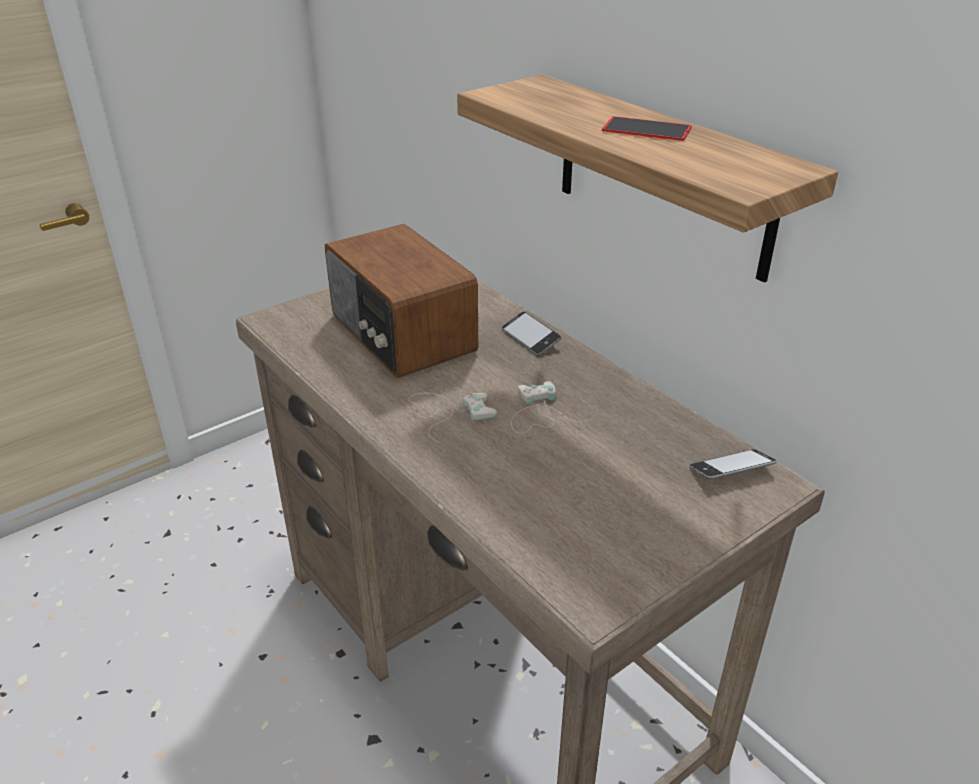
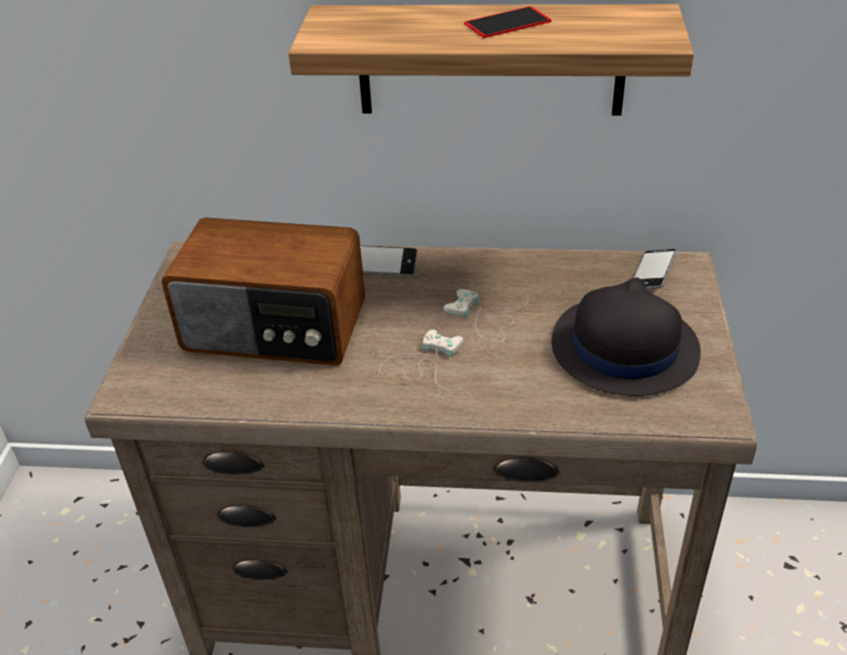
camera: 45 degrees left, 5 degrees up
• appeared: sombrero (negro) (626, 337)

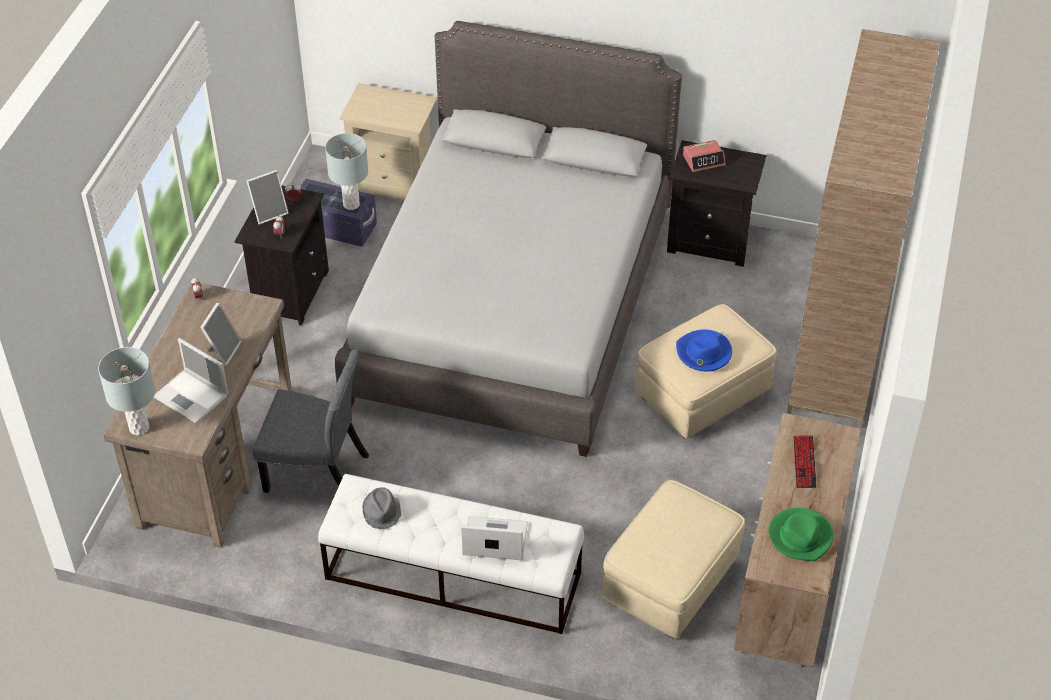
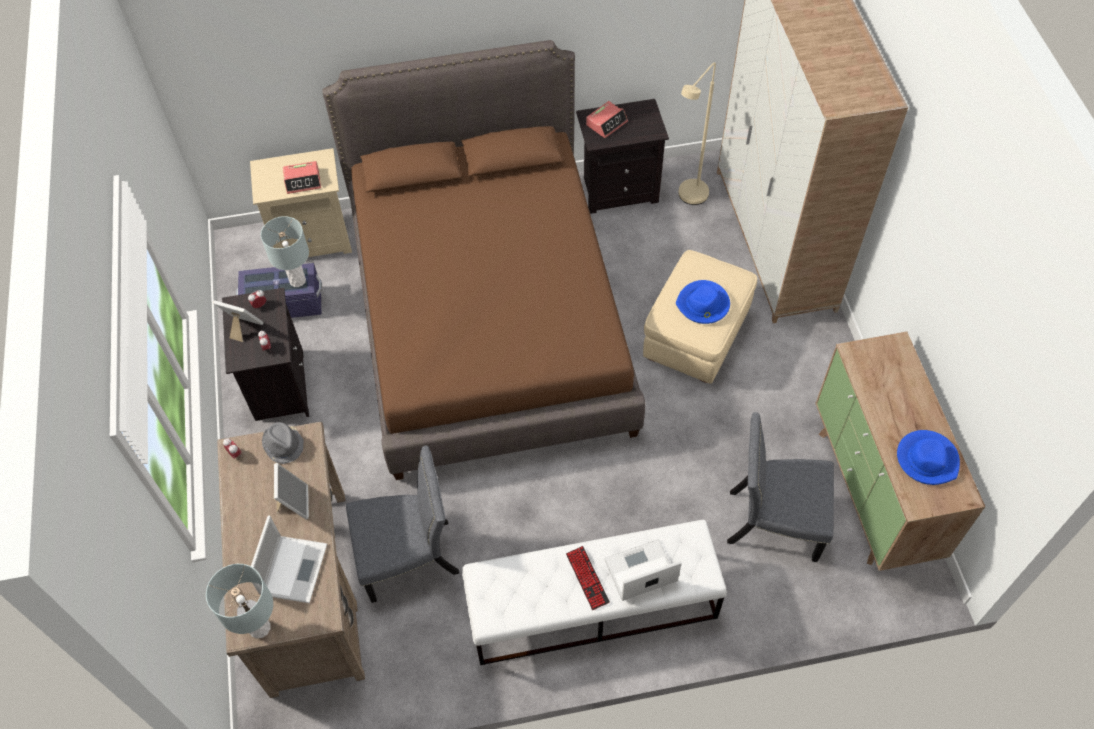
camera: 25 degrees left, 10 degrees up
• appeared: despertador (302, 177)
• appeared: lámpara de pie (beis) (697, 133)
• relocated: sombrero (gris) (381, 508) to (283, 443)
• relocated: teclado (805, 461) to (588, 578)
• exchanged: puf (beis) (673, 559) to silla (gris) (780, 487)
• colour: cama (gris) (508, 239) to cama (marrón) (483, 260)
• colour: sombrero (verde) (801, 534) to sombrero (azul) (928, 457)
• spun: portátil (191, 381) = (289, 559) 90 degrees counterclockwise
• spun: portarretratos (268, 197) = (238, 321) 105 degrees counterclockwise

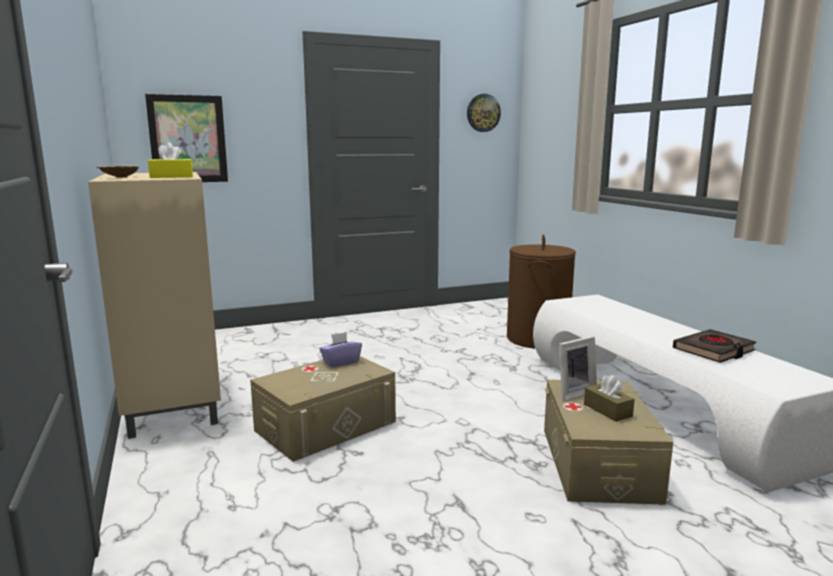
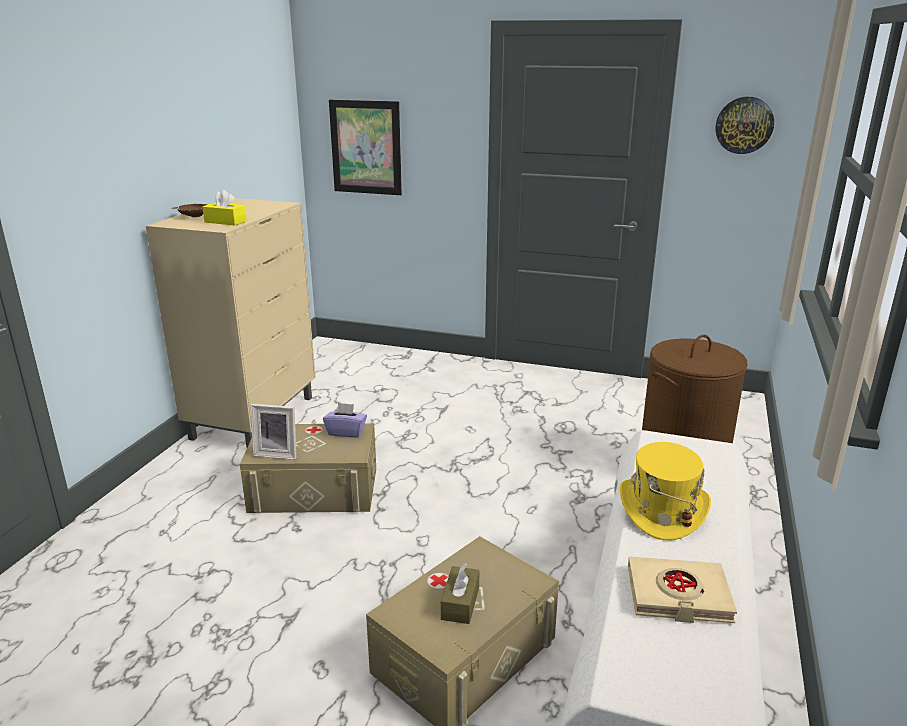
camera: 40 degrees right, 10 degrees up
• appeared: sombrero (amarillo) (665, 491)
• relocated: portarretratos (578, 368) to (273, 432)
• colour: libro (negro) (714, 346) to libro (beis) (682, 589)

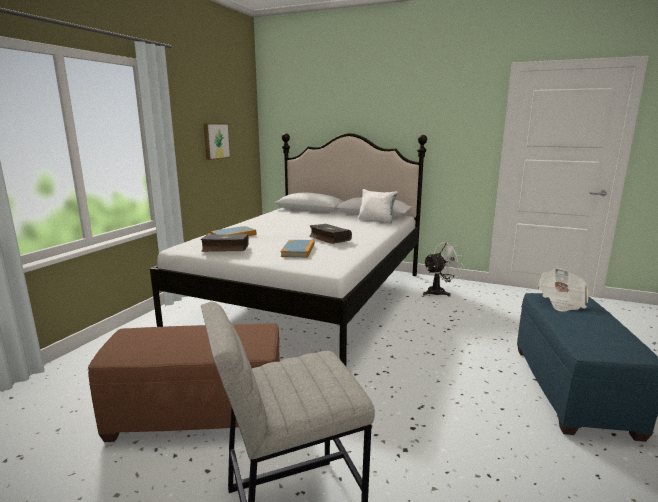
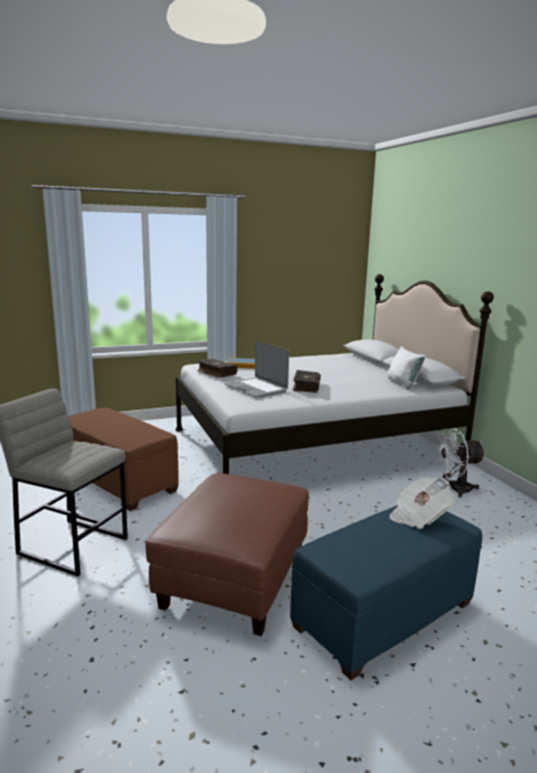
camera: 45 degrees right, 0 degrees up
• missing: cuadro (217, 141)
• appeared: puf (marrón) (227, 554)
• exchanged: libro (297, 249) to portátil (257, 369)
• spun: ventilador (blanco) (443, 269) = (460, 463) 150 degrees clockwise

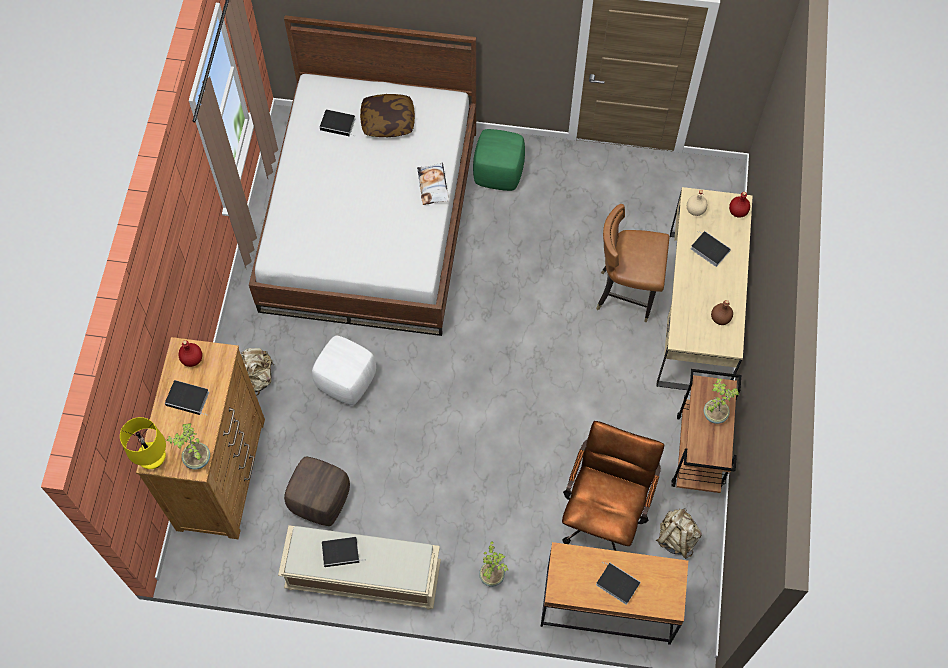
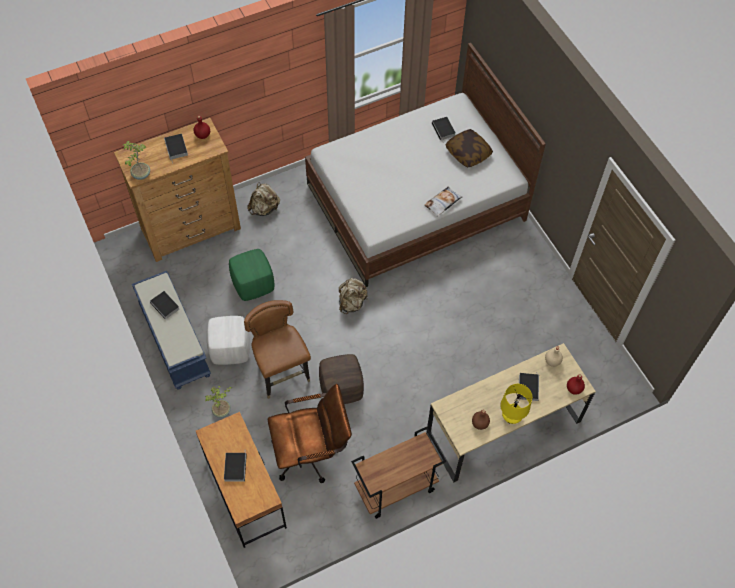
camera: 55 degrees right, 5 degrees down
• missing: planta en maceta (721, 401)
• relocated: lámpara de mesa (amarillo) (143, 443) to (516, 404)
• relocated: puf (marrón) (317, 491) to (341, 379)
• relocated: puf (blanco) (344, 370) to (228, 340)
• relocated: puf (verde) (499, 160) to (251, 275)
• relocated: silla (marrón) (632, 263) to (277, 349)
• relocated: mochila (beis) (679, 534) to (353, 296)
• colour: banco (beis) (359, 567) to banco (azul) (171, 330)

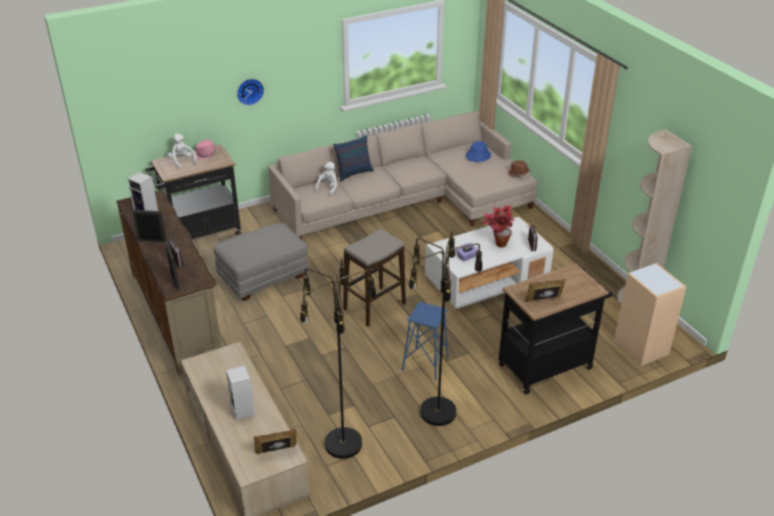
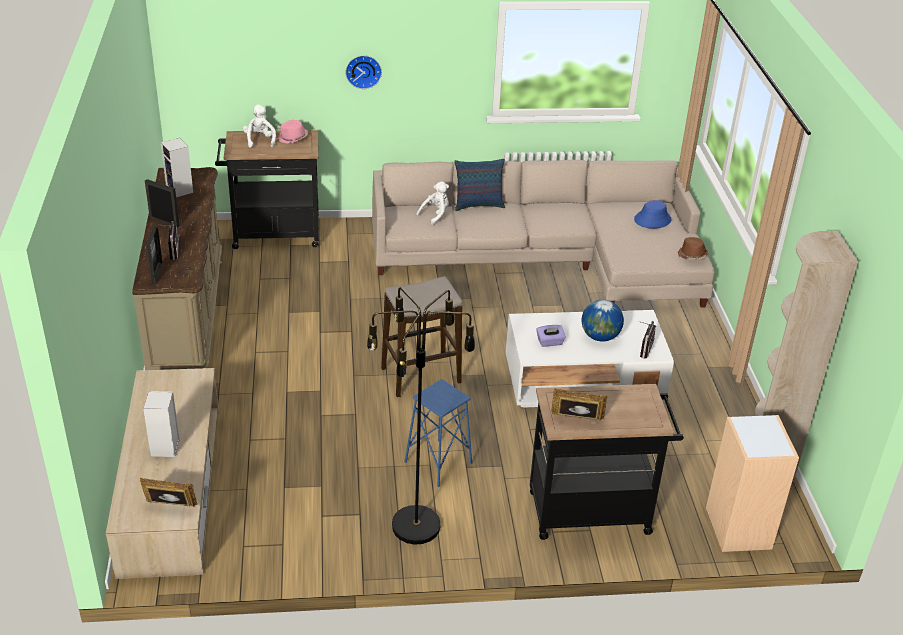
camera: 20 degrees right, 0 degrees up
• missing: puf (gris) (261, 262)
• missing: lámpara de pie (338, 358)
• exchanged: planta en maceta (498, 226) to globo terráqueo (603, 320)

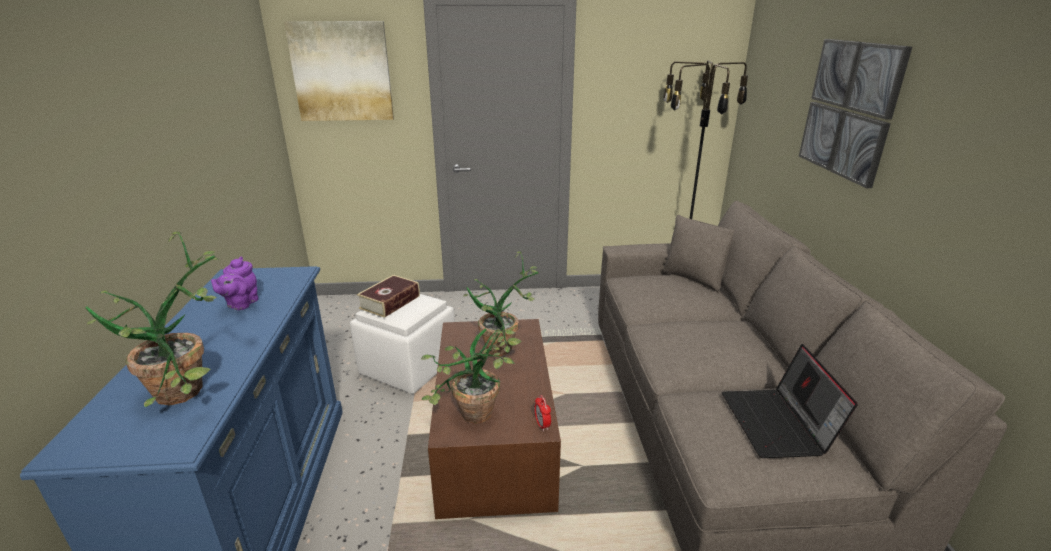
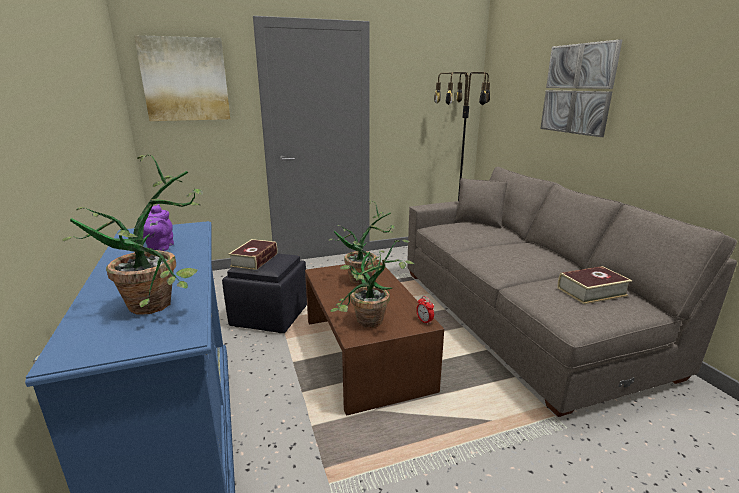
camera: 15 degrees left, 5 degrees down
• exchanged: portátil (790, 401) to libro (594, 285)
• colour: puf (blanco) (402, 344) to puf (negro) (264, 293)

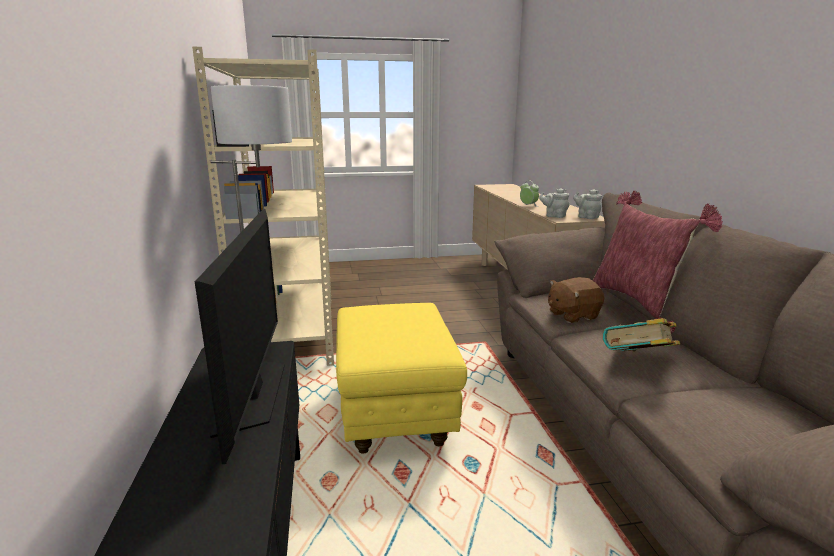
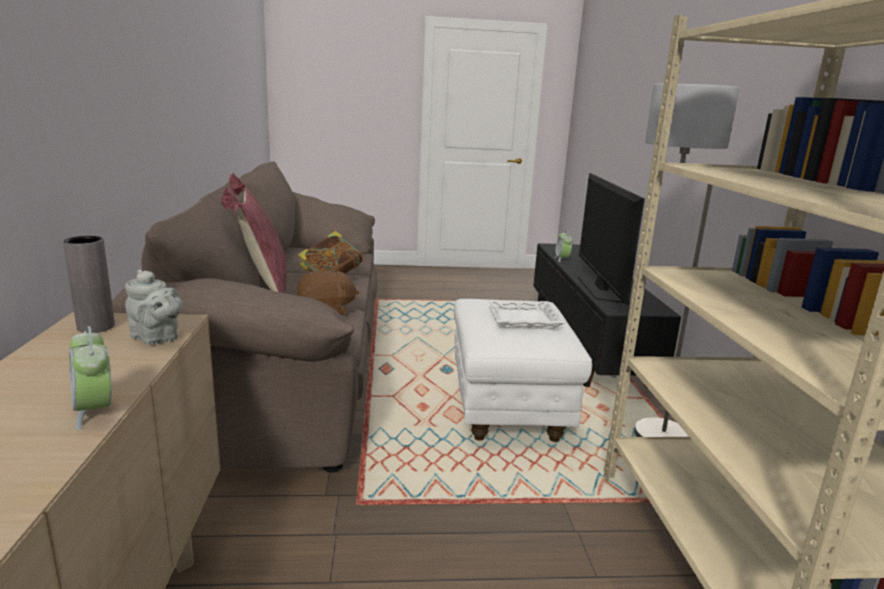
camera: 175 degrees left, 0 degrees up
• appeared: bandeja (blanco) (526, 314)
• appeared: despertador (564, 246)
• exchanged: tetera (gris) (587, 204) to florero (gris) (89, 284)
• colour: puf (amarillo) (401, 378) to puf (blanco) (523, 370)

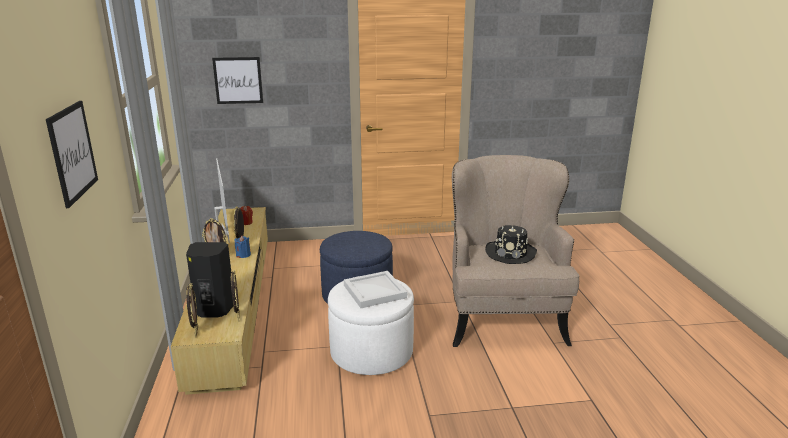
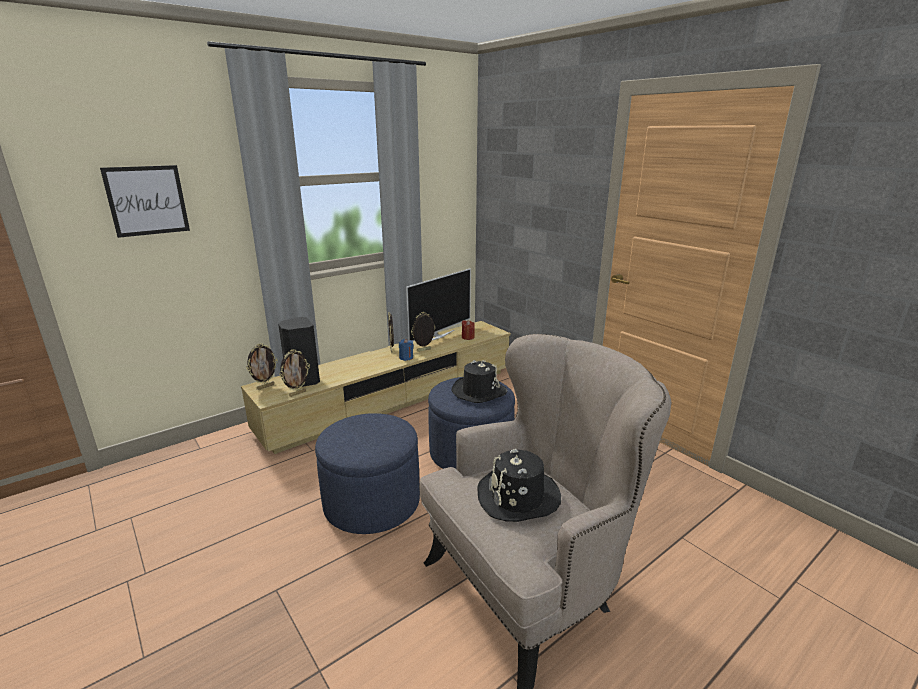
camera: 60 degrees right, 0 degrees up
• missing: cuadro (237, 80)
• missing: bandeja (blanco) (375, 289)
• appeared: sombrero (negro) (479, 381)
• colour: puf (blanco) (371, 325) to puf (azul) (367, 473)

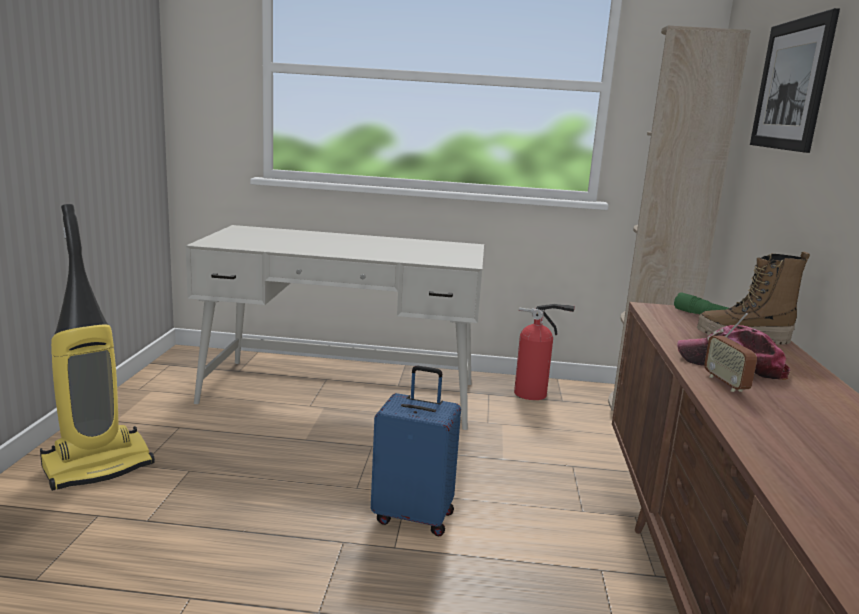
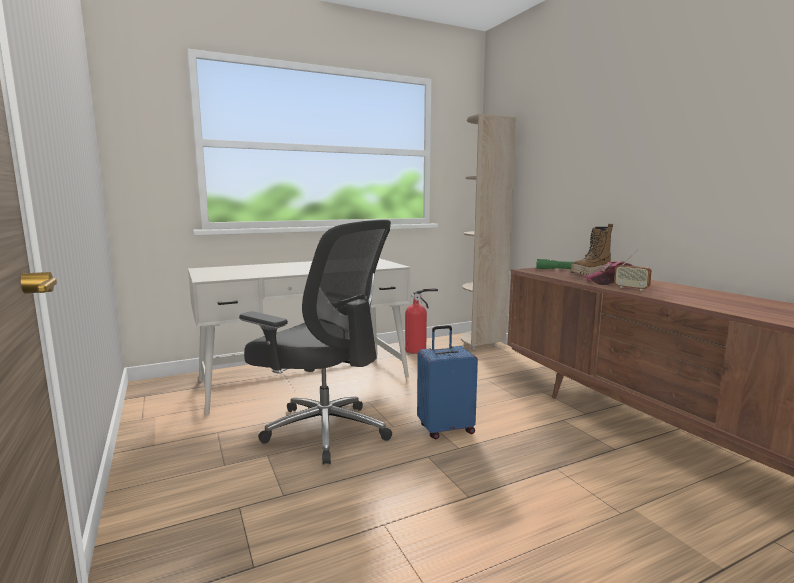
camera: 30 degrees left, 5 degrees down
• missing: aspiradora (97, 347)
• missing: cuadro (795, 80)
• appeared: silla de oficina (315, 342)

